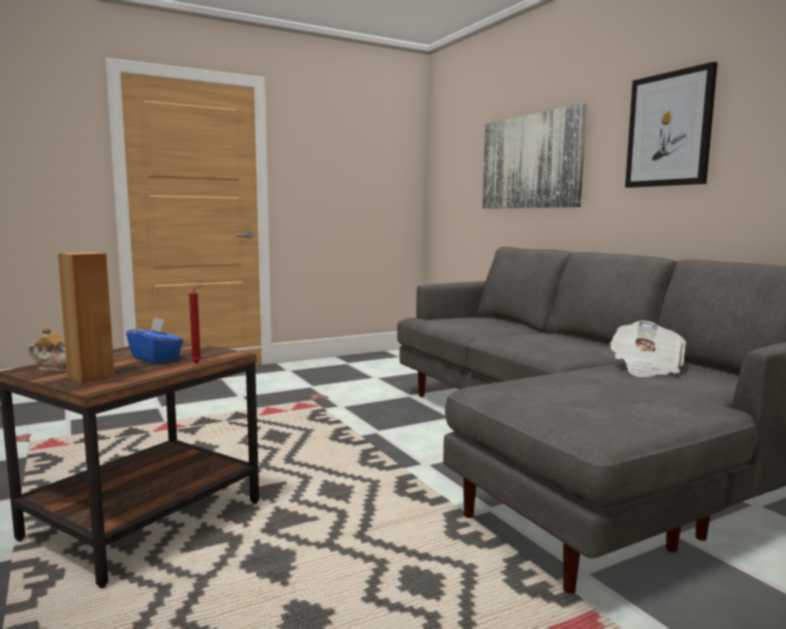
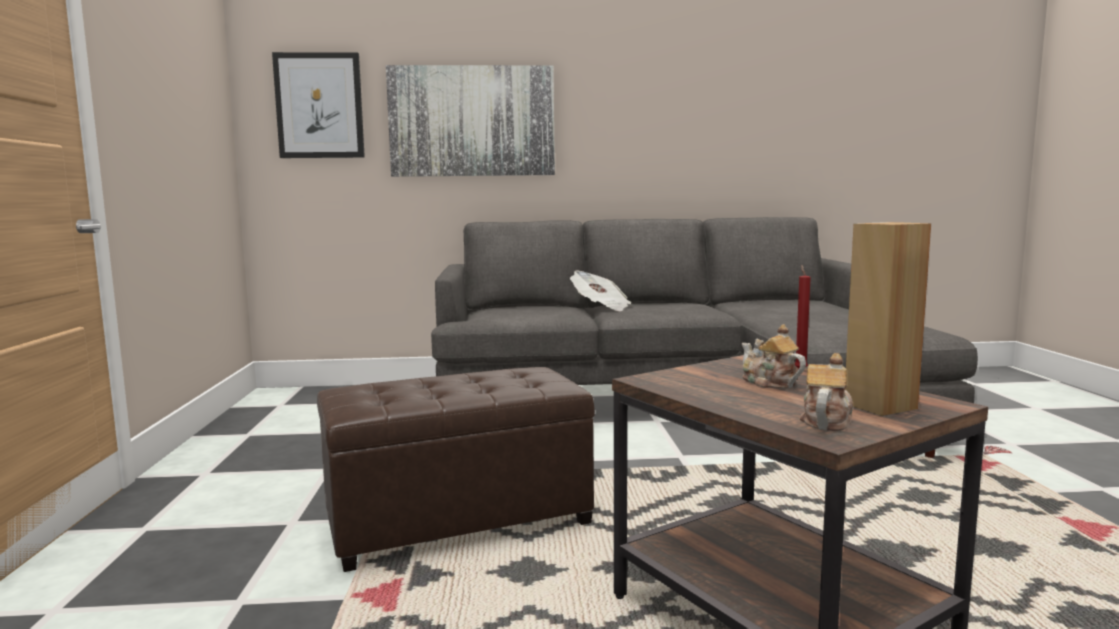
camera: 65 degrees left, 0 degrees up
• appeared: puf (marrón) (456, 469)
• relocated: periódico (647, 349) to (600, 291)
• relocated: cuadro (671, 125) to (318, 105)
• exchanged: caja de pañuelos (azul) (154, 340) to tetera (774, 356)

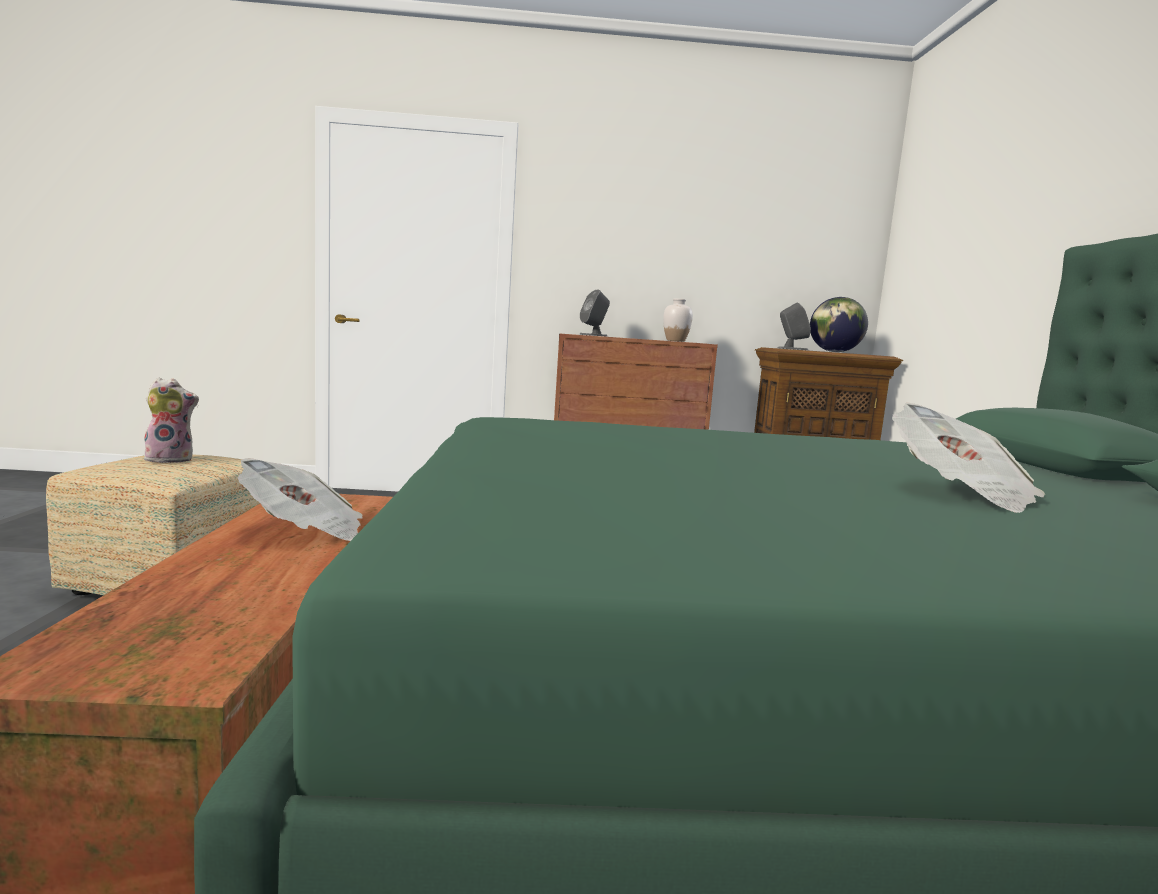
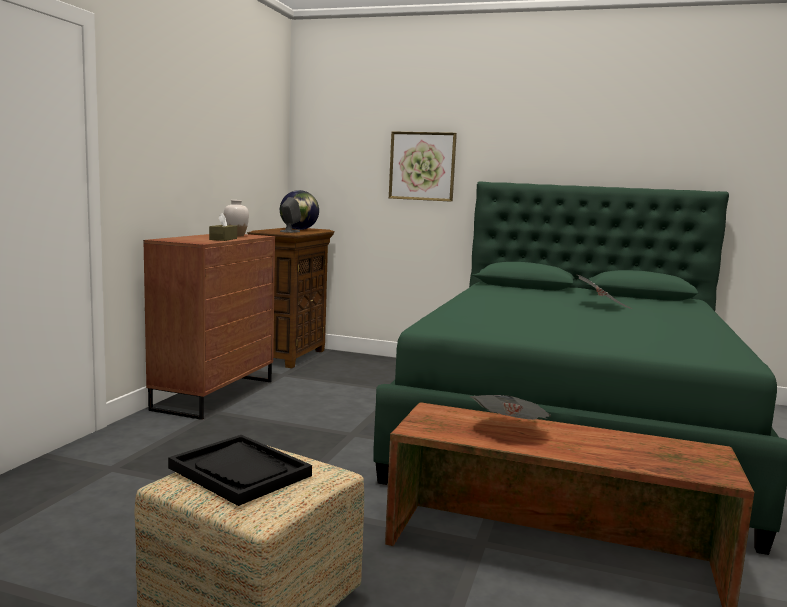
camera: 70 degrees left, 0 degrees up
• missing: altavoz (gris) (594, 313)
• appeared: caja de pañuelos (marrón) (223, 227)
• appeared: cuadro (423, 166)
• exchanged: peluche (171, 420) to bandeja (negro) (240, 470)

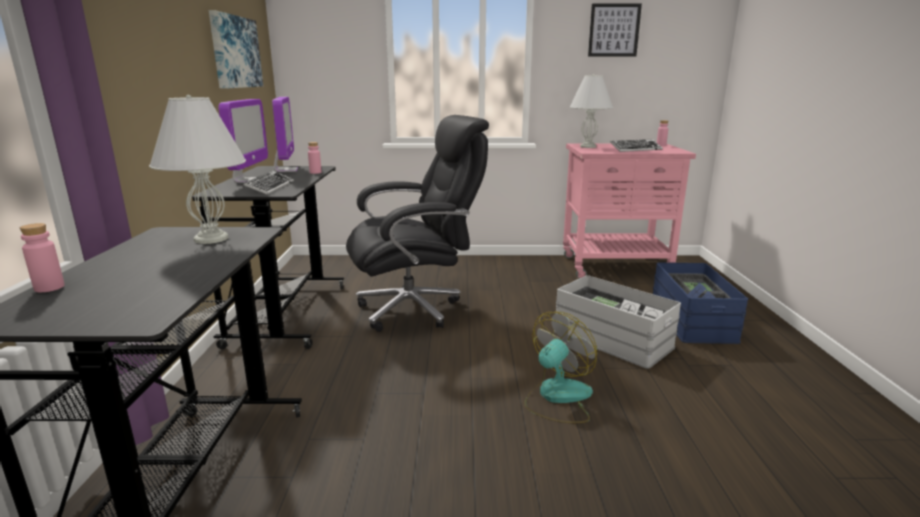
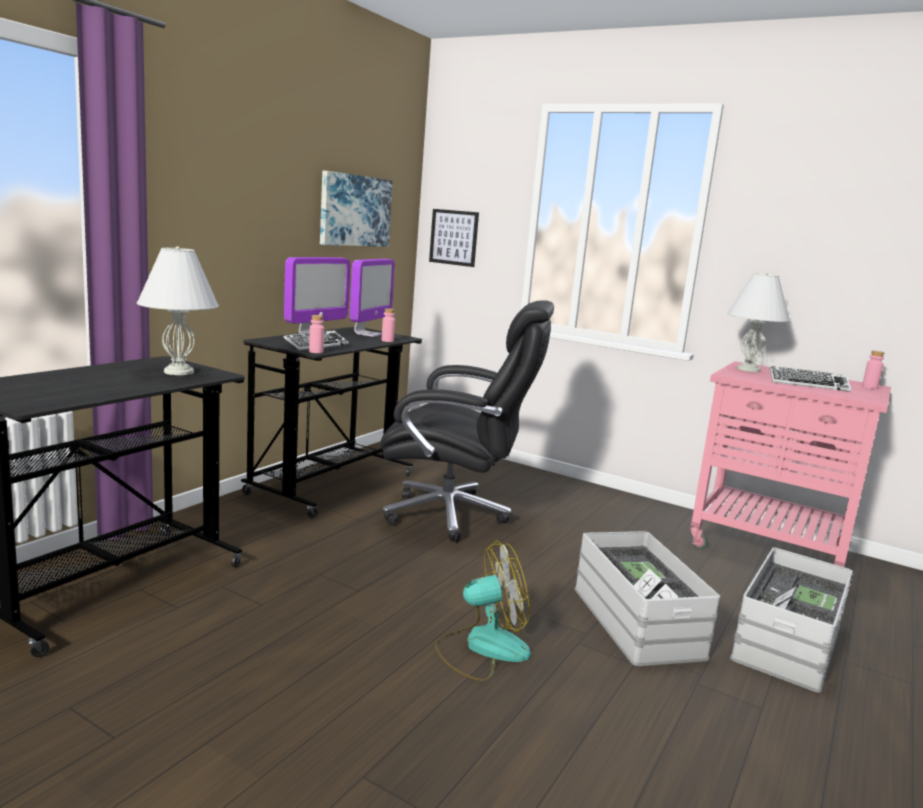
camera: 30 degrees right, 5 degrees down
• relocated: botella (rosa) (42, 257) to (316, 334)
• relocated: cuadro (615, 30) to (454, 238)
• colour: caja de almacenaje (azul) (700, 303) to caja de almacenaje (gris) (792, 620)

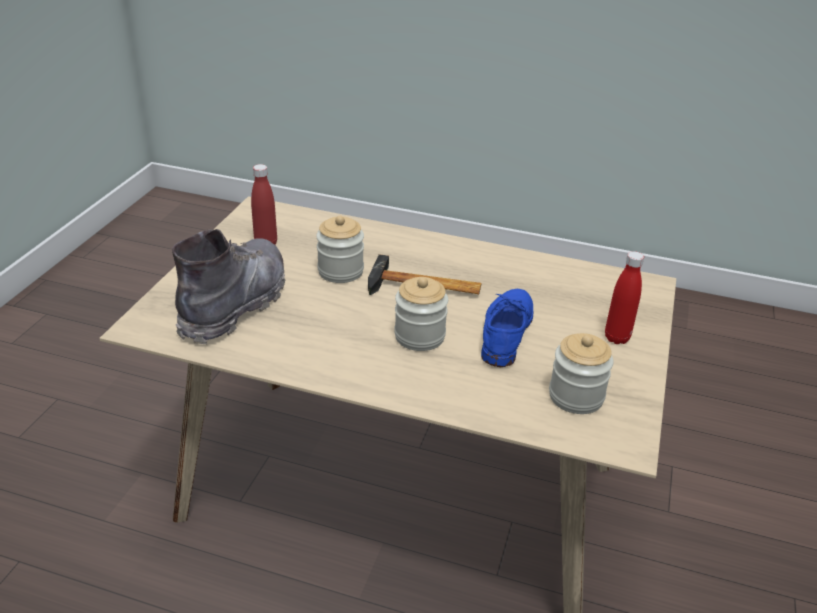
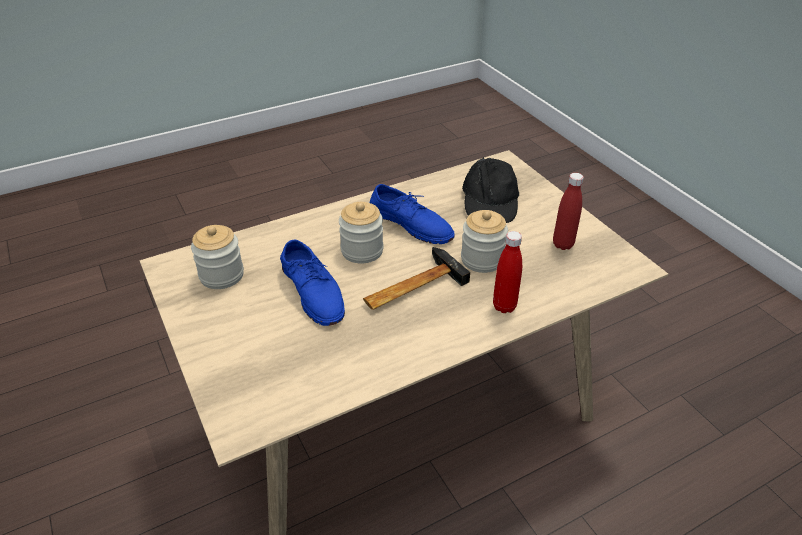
camera: 135 degrees right, 5 degrees up
• appeared: zapato (azul) (411, 214)
• relocated: botella (rojo) (624, 297) to (507, 272)
• exchanged: bota (gris) (228, 286) to gorra (negro) (490, 189)

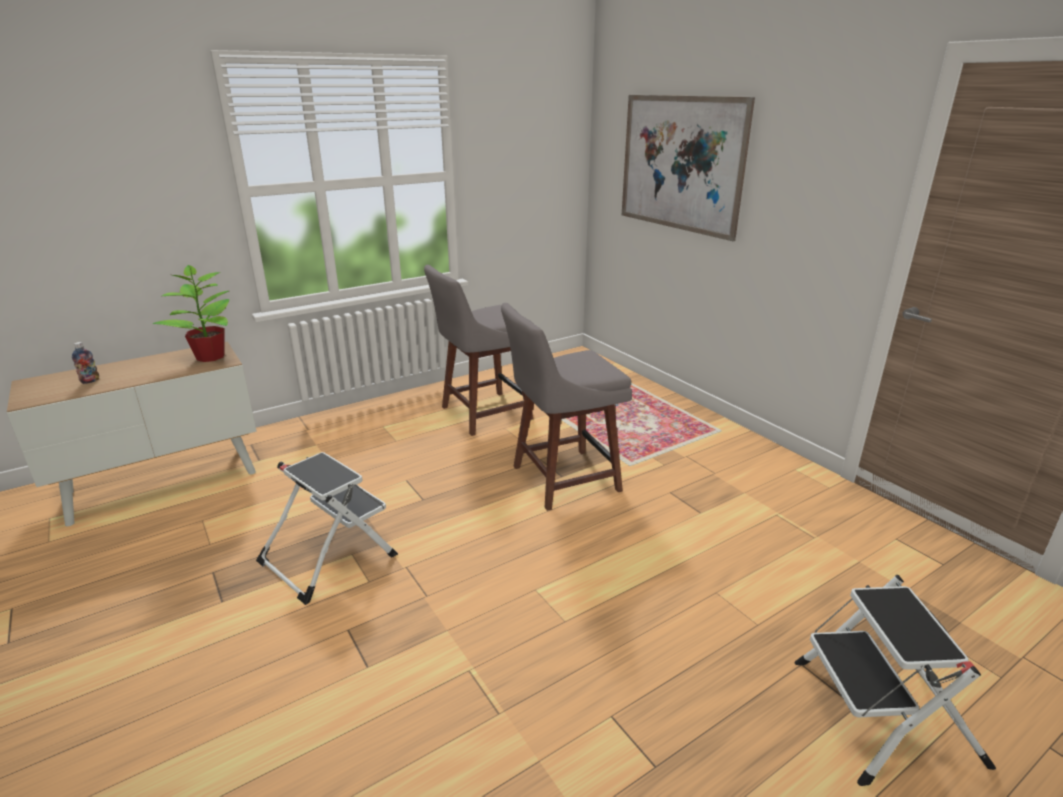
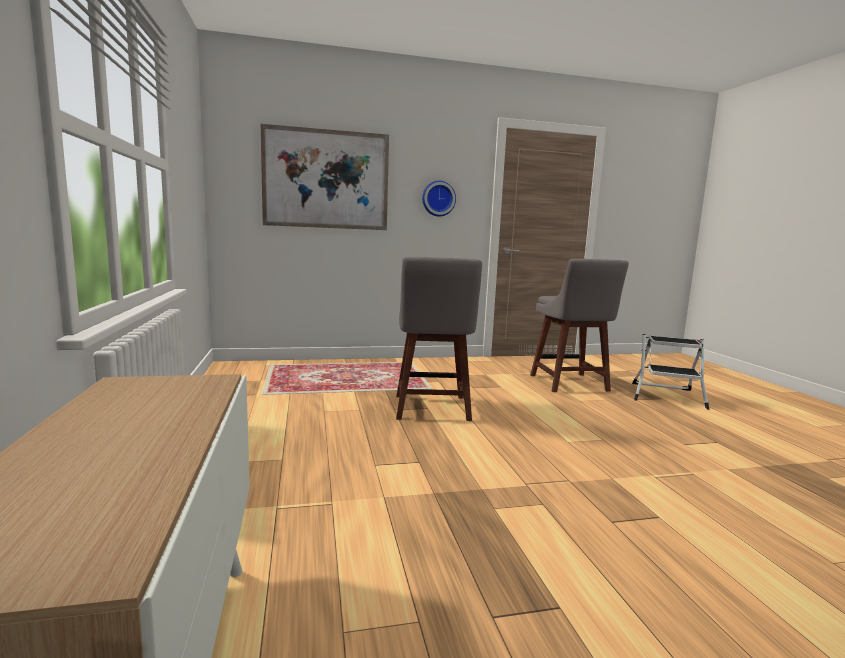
camera: 70 degrees left, 15 degrees down
• missing: botella (85, 363)
• missing: planta en maceta (191, 313)
• missing: escalera de tijera (327, 528)
• appeared: reloj de pared (439, 199)
• relocated: taburete (gris) (479, 350) to (579, 325)

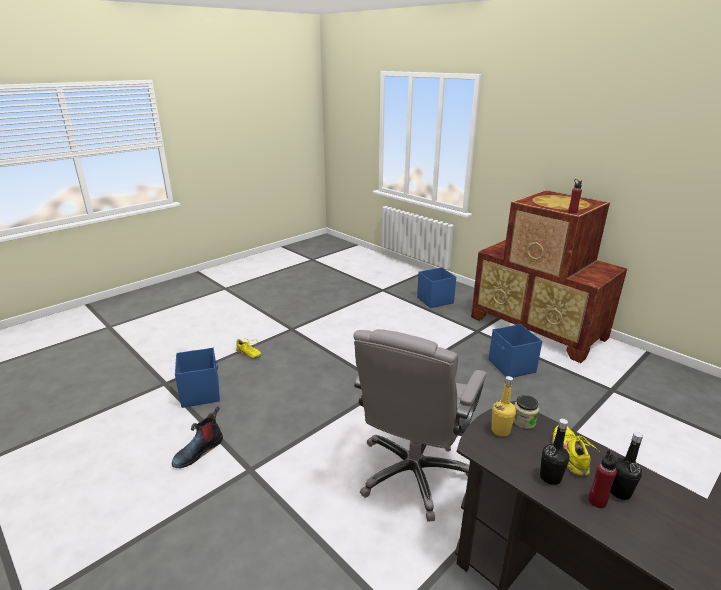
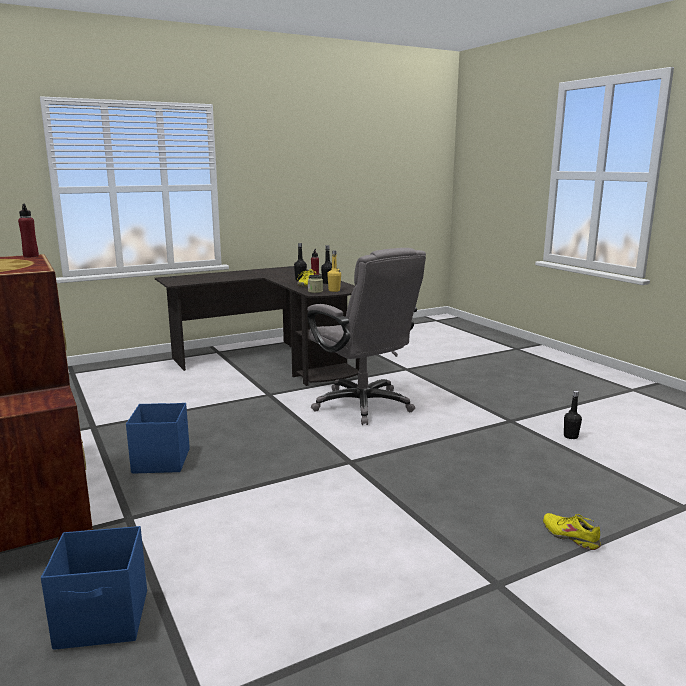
camera: 165 degrees left, 10 degrees down
• missing: caja de almacenaje (azul) (197, 378)
• exchanged: bota (197, 437) to botella (negro) (573, 415)
• spun: silla de oficina (gris) (420, 425) = (366, 336) 105 degrees clockwise

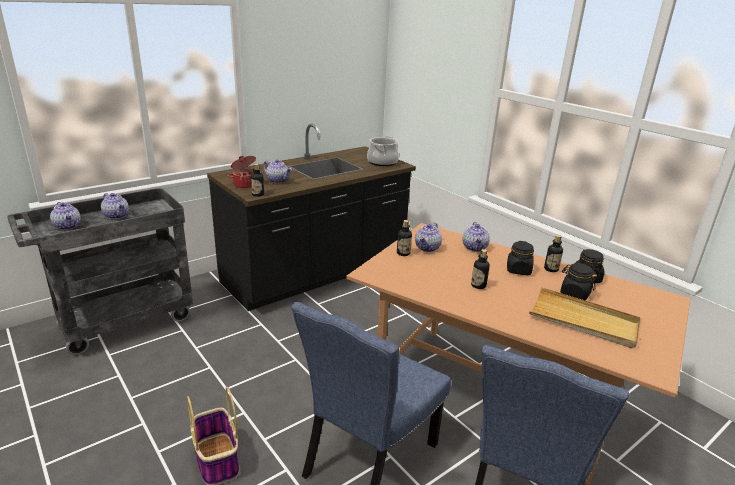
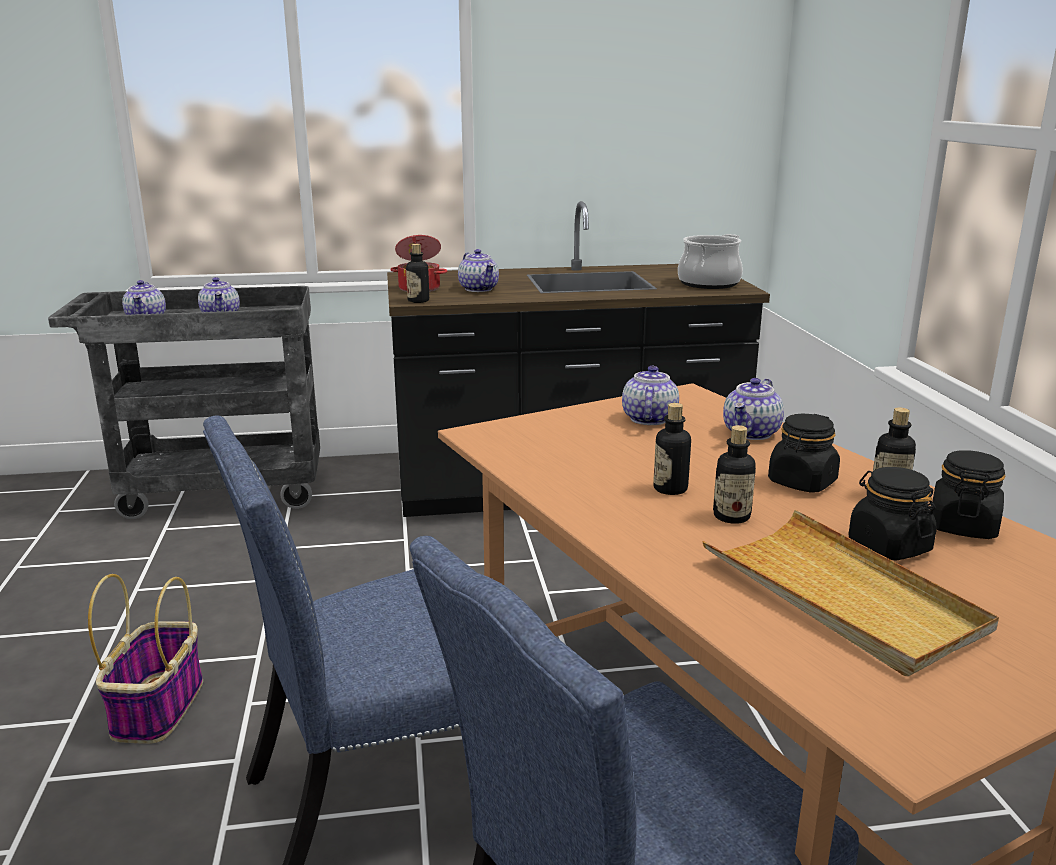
camera: 30 degrees right, 5 degrees down
• relocated: botella (404, 238) to (734, 474)
• spun: tetera (428, 237) = (650, 395) 135 degrees clockwise

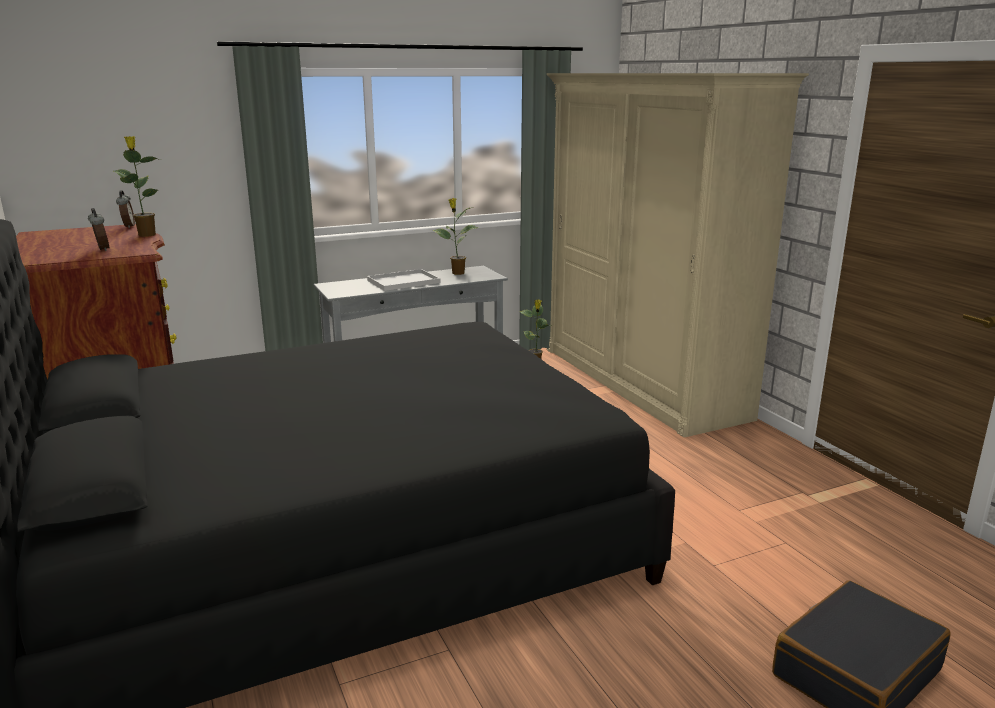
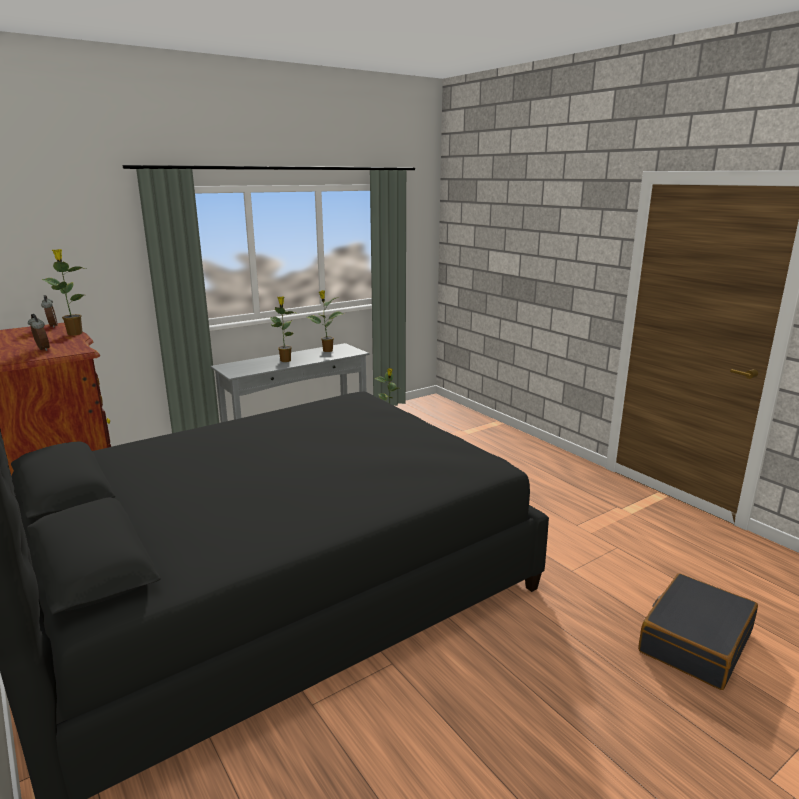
camera: 10 degrees left, 0 degrees up
• missing: armario ropero (beis) (678, 255)
• exchanged: bandeja (blanco) (403, 280) to planta en maceta (283, 329)

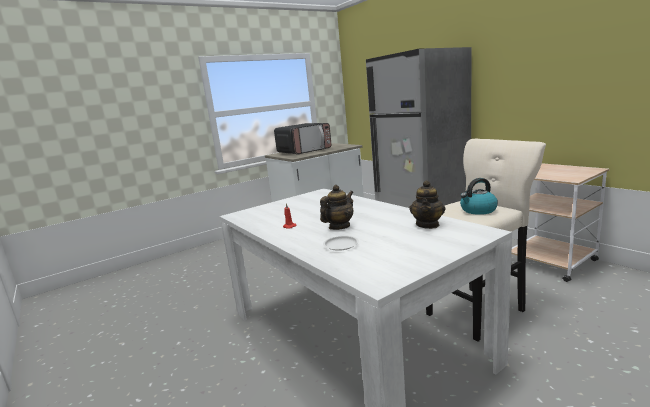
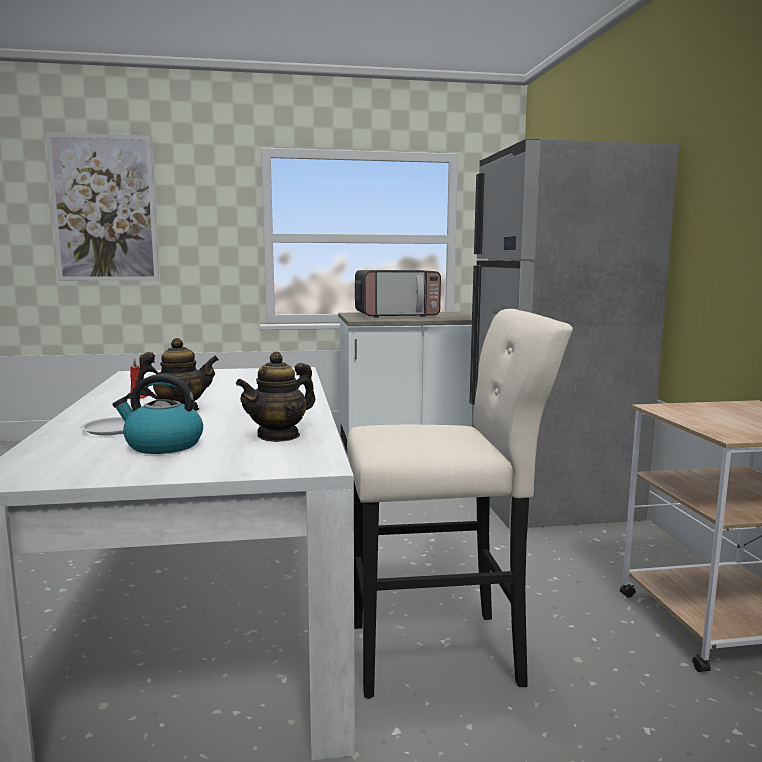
camera: 25 degrees right, 5 degrees down
• appeared: cuadro (102, 206)
• relocated: hervidor (479, 196) to (157, 414)

